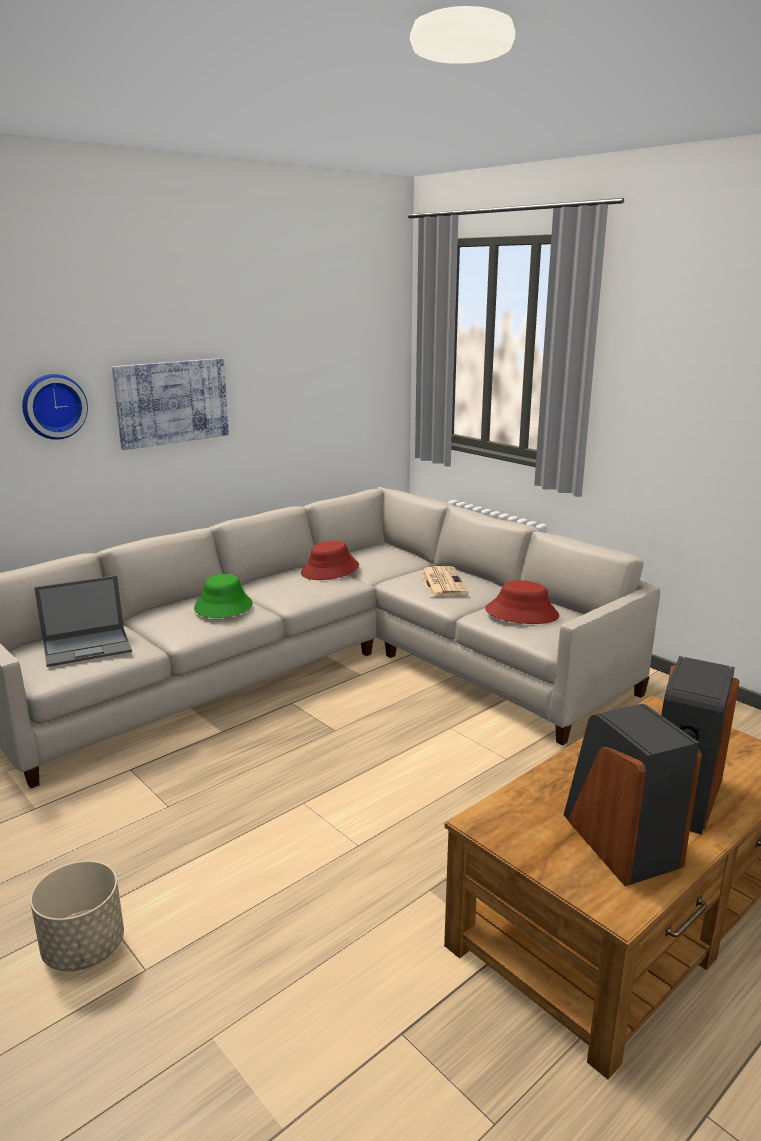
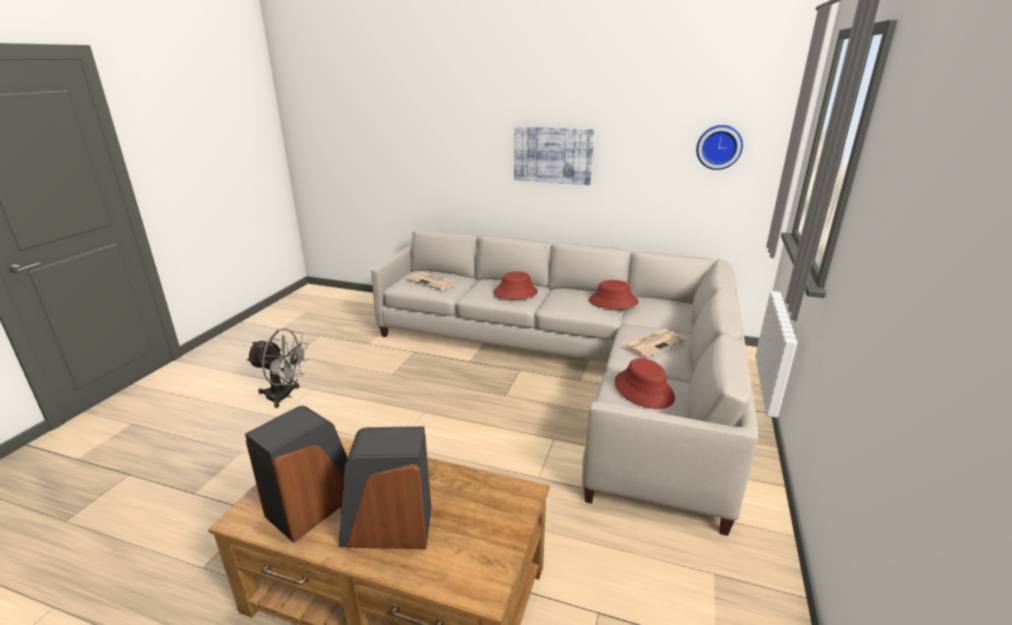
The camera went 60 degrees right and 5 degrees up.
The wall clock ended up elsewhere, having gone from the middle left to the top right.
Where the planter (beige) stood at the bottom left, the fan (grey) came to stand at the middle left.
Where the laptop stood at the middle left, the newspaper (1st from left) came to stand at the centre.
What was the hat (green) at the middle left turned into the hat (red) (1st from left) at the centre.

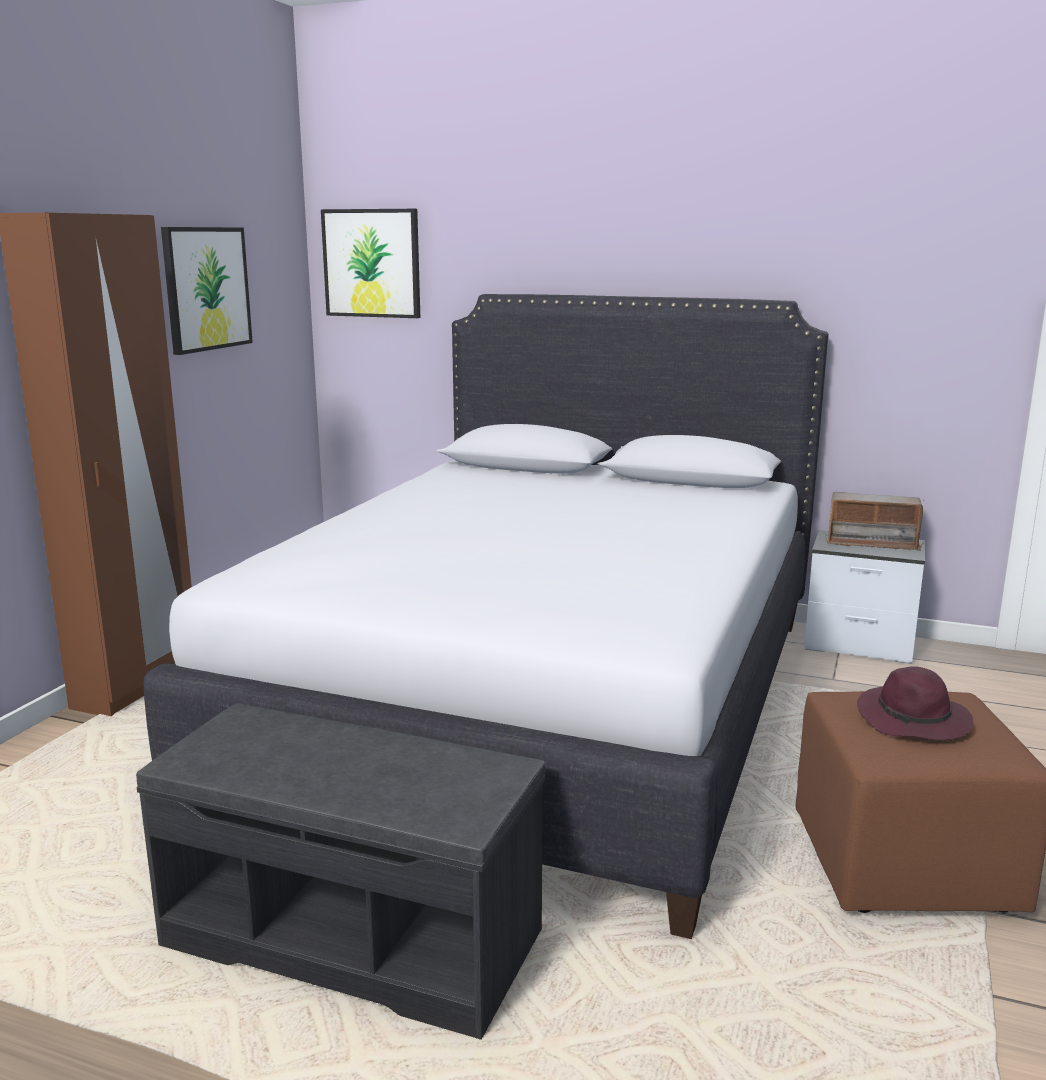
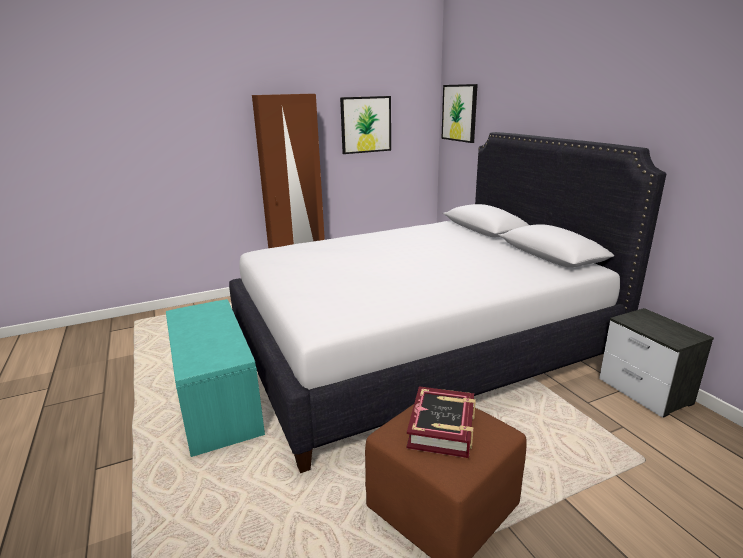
The camera went 45 degrees right and 5 degrees up.
What was the bench (grey) at the bottom left turned into the bench (turquoise) at the bottom left.
The second view lost the radio at the middle right.
Where the hat (purple) stood at the middle right, the book came to stand at the bottom centre.

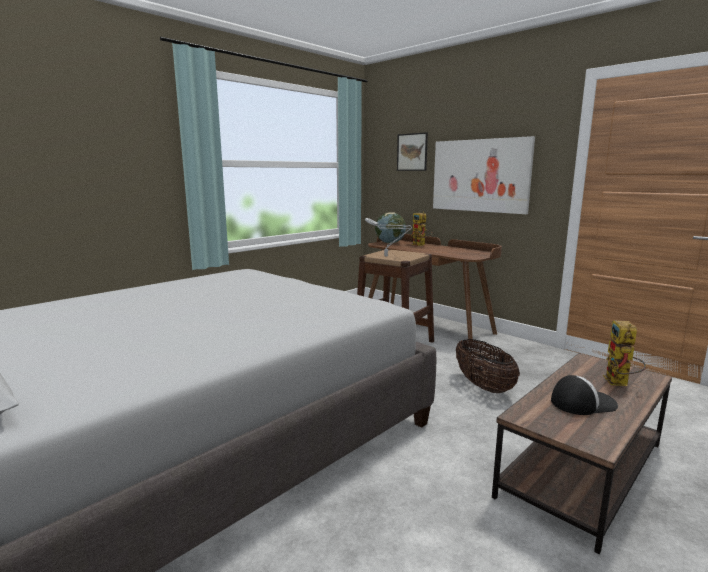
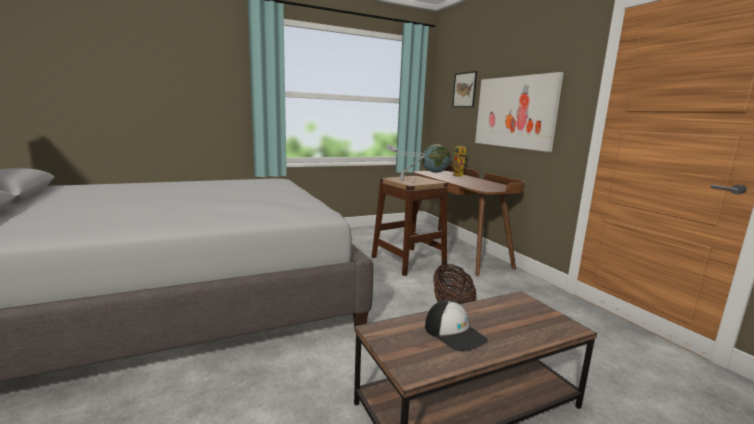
The camera went 20 degrees right and 0 degrees up.
The cap at the bottom right ended up facing another way, 45 degrees clockwise from before.
The second view lost the toy robot (2nd from left) at the middle right.

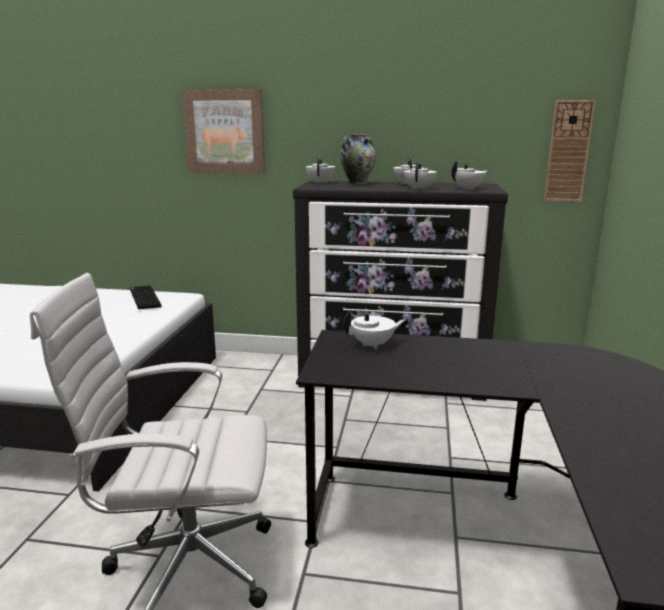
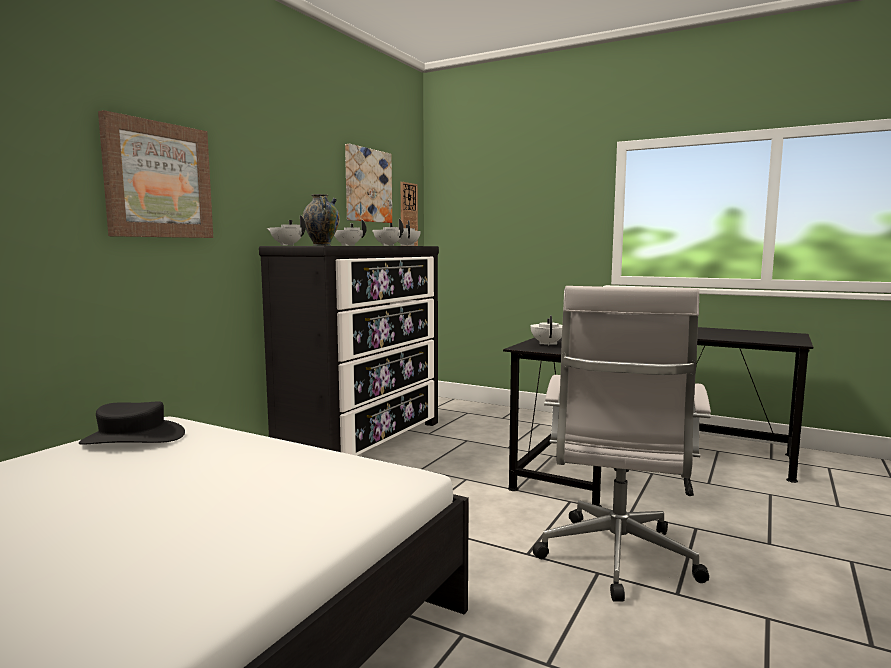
The camera went 70 degrees left and 10 degrees down.
Where the keyboard stood at the middle left, the hat (black) came to stand at the middle left.
The second view gained the picture (2nd from left) at the top centre.

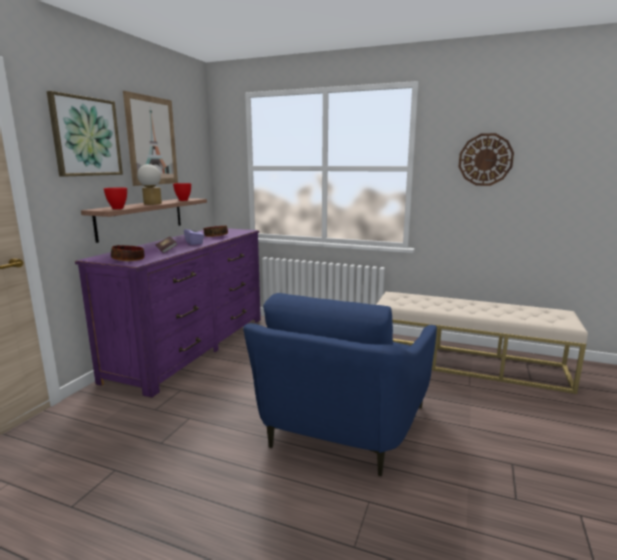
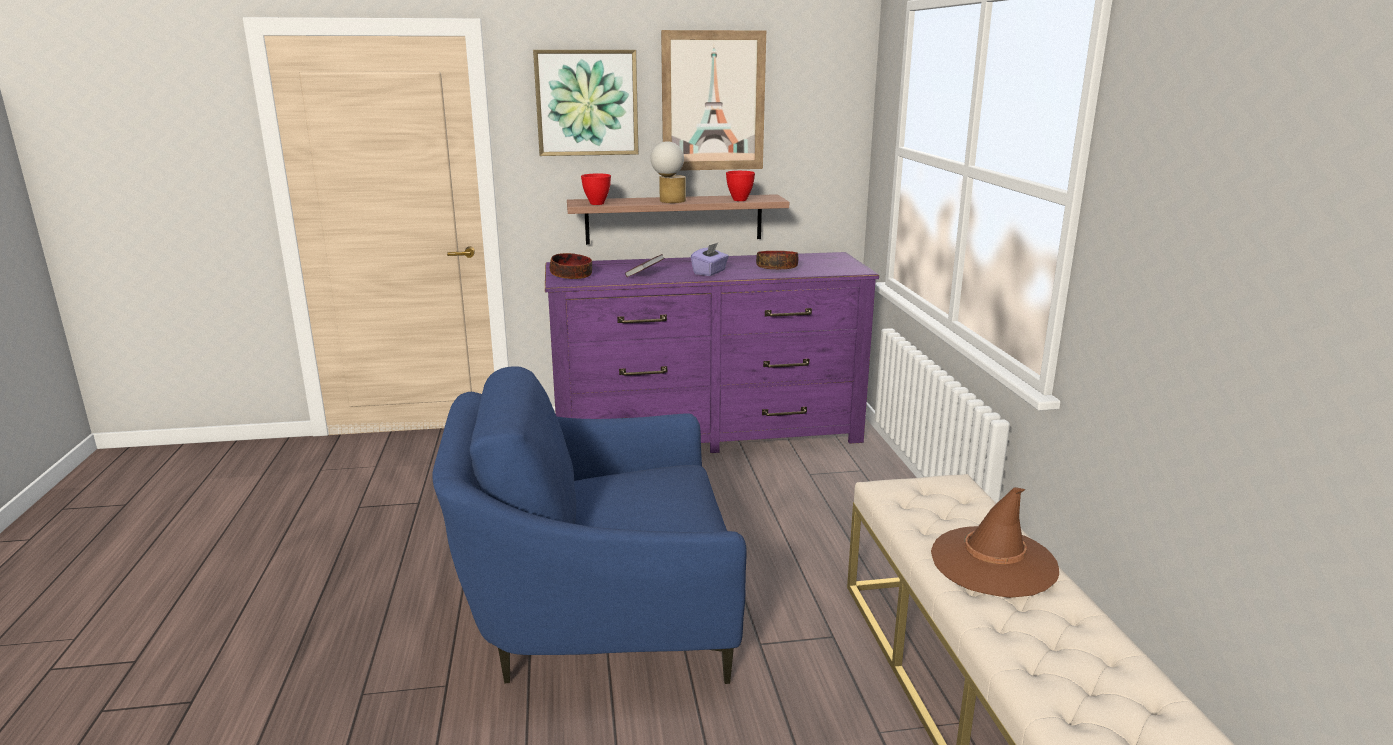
The camera went 60 degrees right and 5 degrees up.
The second view lost the wall clock at the top right.
The second view gained the hat (brown) at the bottom right.

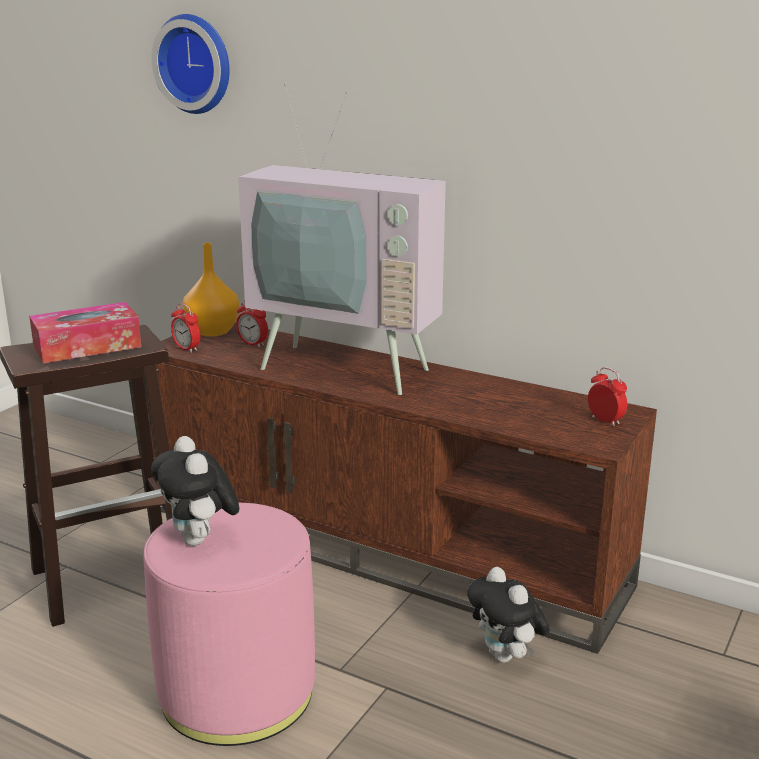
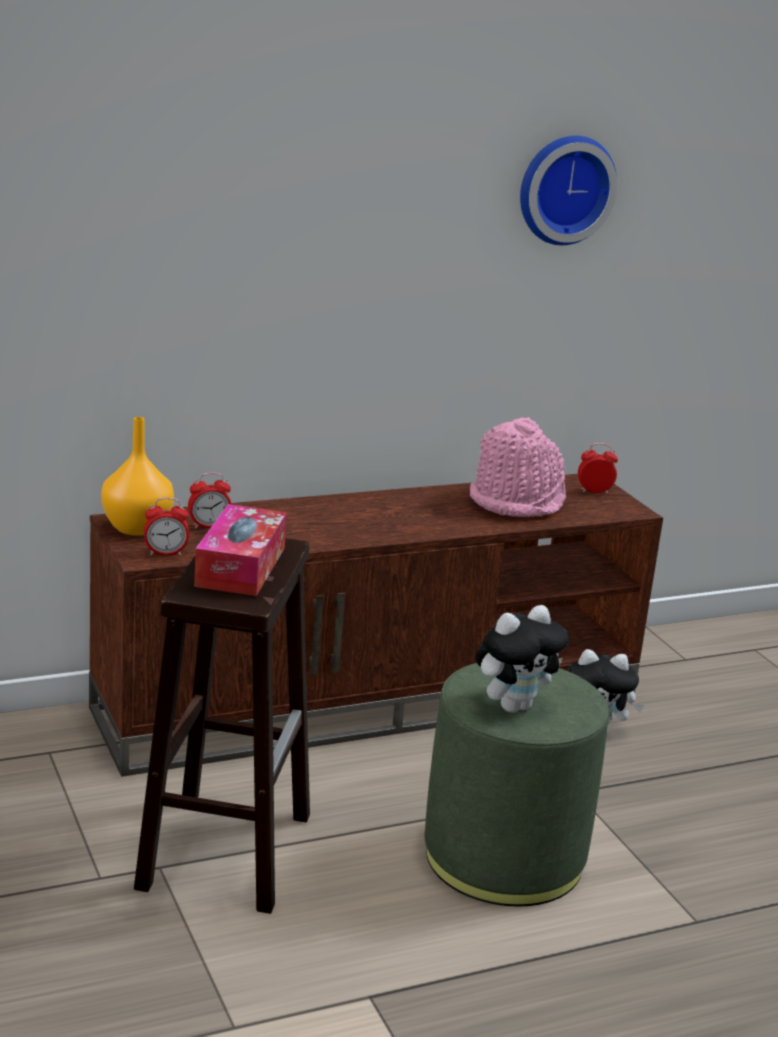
The camera went 55 degrees left and 0 degrees up.
What was the ottoman (pink) at the bottom left turned into the ottoman (green) at the bottom centre.
The wall clock ended up elsewhere, having gone from the top left to the top right.
The plush toy (1st from left) at the middle left ended up facing another way, 45 degrees counterclockwise from before.
The second view lost the television at the top centre.
The second view gained the hat (pink) at the centre.

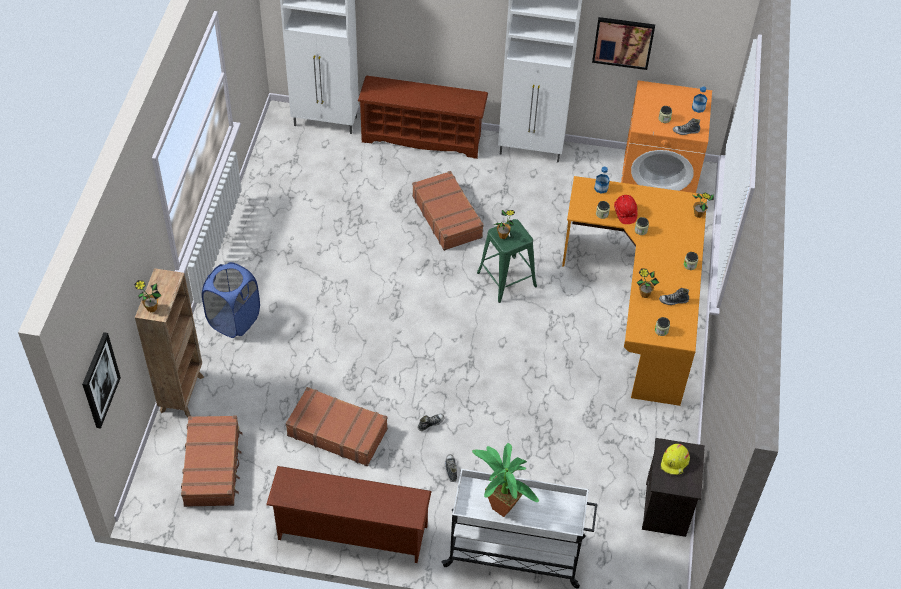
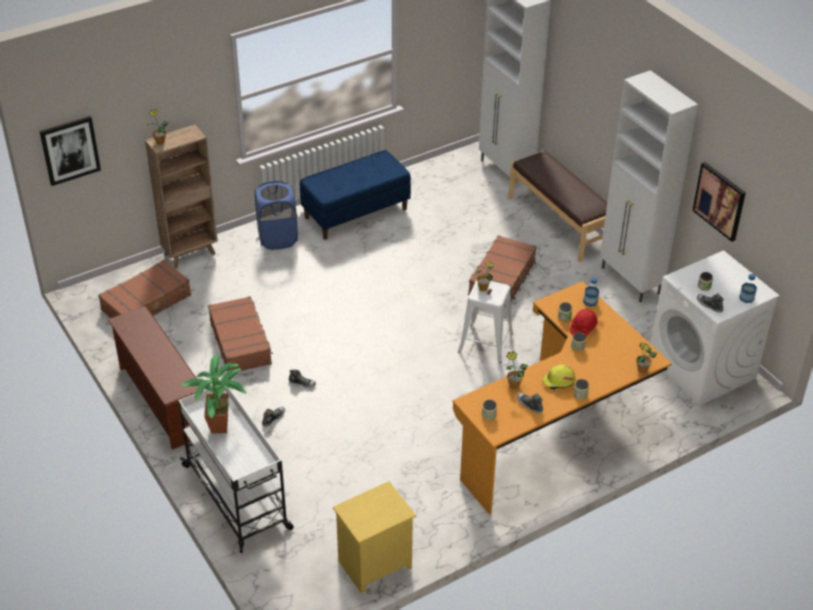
The camera went 50 degrees right and 10 degrees down.
Where the shoe rack (brown) (2nd from left) stood at the top centre, the bench (brown) came to stand at the middle right.
What was the stool (green) at the centre turned into the stool (white) at the centre.
What was the washing machine (orange) at the top right turned into the washing machine (white) at the middle right.
What was the nightstand (black) at the bottom right turned into the nightstand (yellow) at the bottom centre.
The hard hat (yellow) ended up elsewhere, having gone from the bottom right to the middle right.
The second view gained the bench (blue) at the top centre.

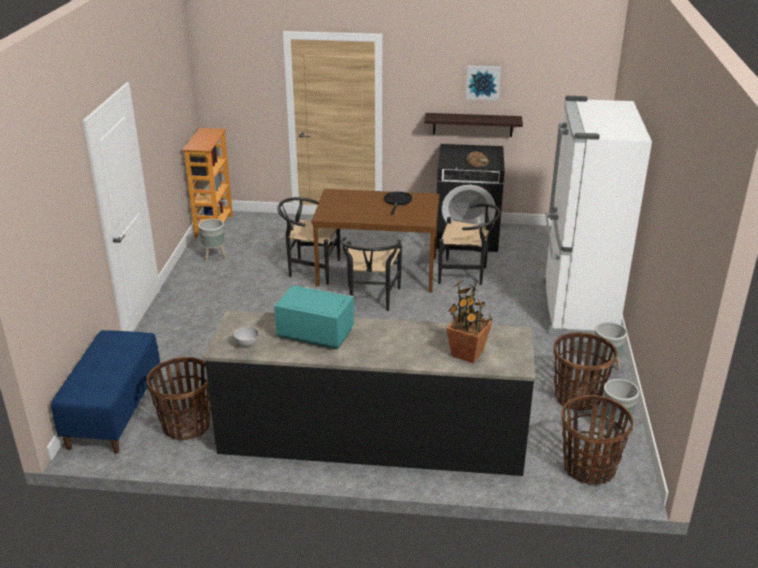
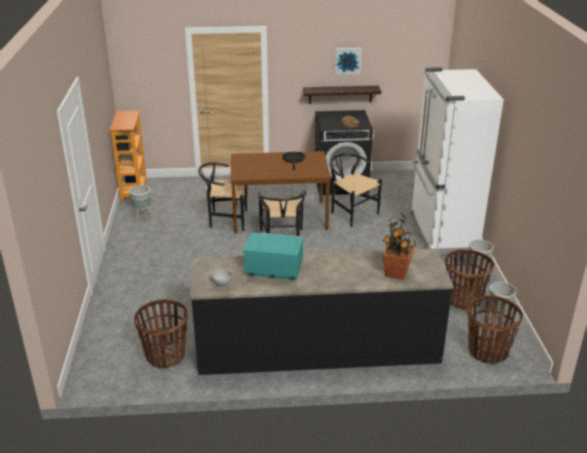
The camera went 10 degrees left and 0 degrees up.
The second view lost the bench (blue) at the bottom left.
The chair (black) (3rd from left) at the centre ended up facing another way, 135 degrees counterclockwise from before.

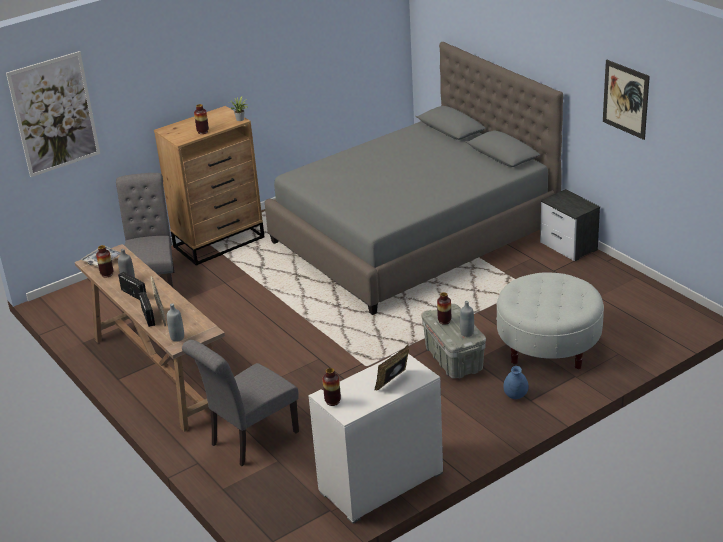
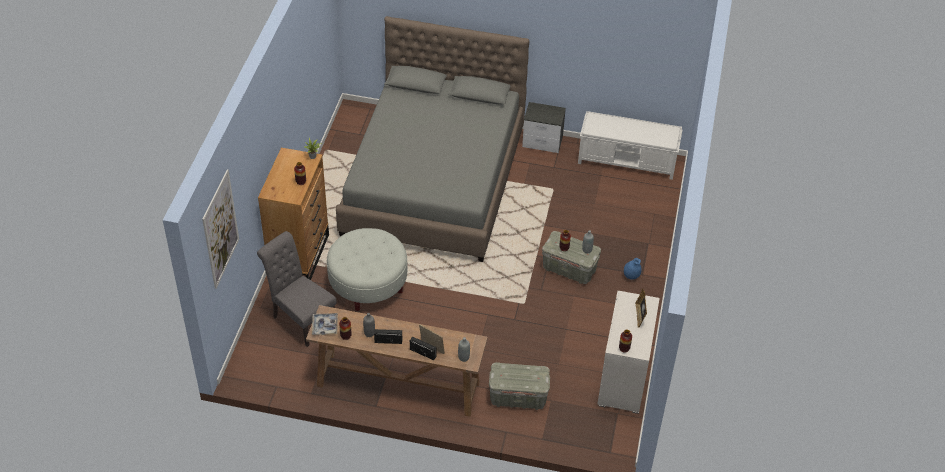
The camera went 45 degrees left and 15 degrees up.
Where the chair (grey) (2nd from left) stood at the bottom left, the storage box (grey) (1st from left) came to stand at the bottom centre.
The ottoman (white) ended up elsewhere, having gone from the middle right to the centre.
The second view lost the picture (2nd from left) at the top right.
The second view gained the bench (white) at the top right.

